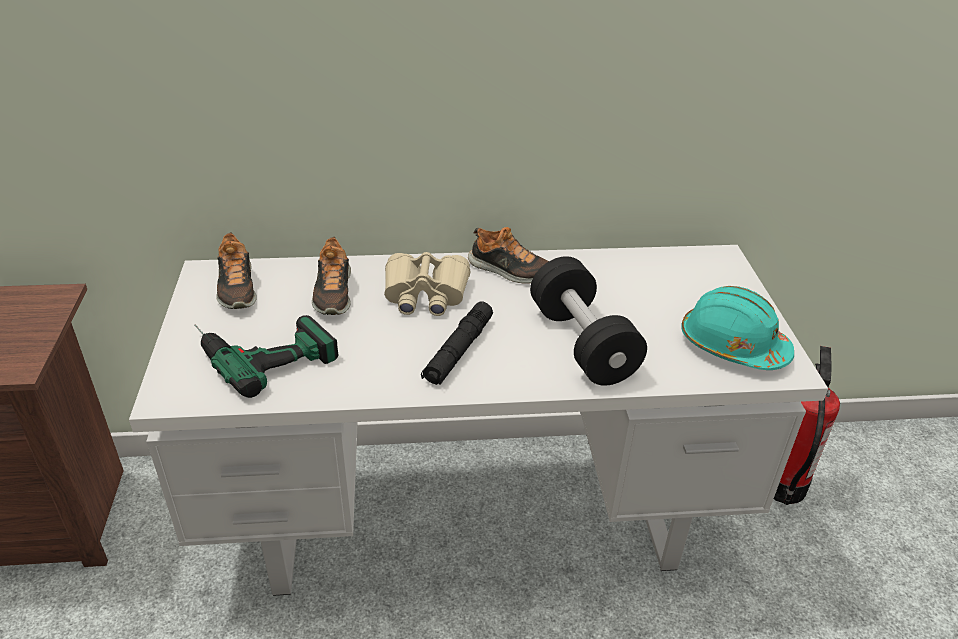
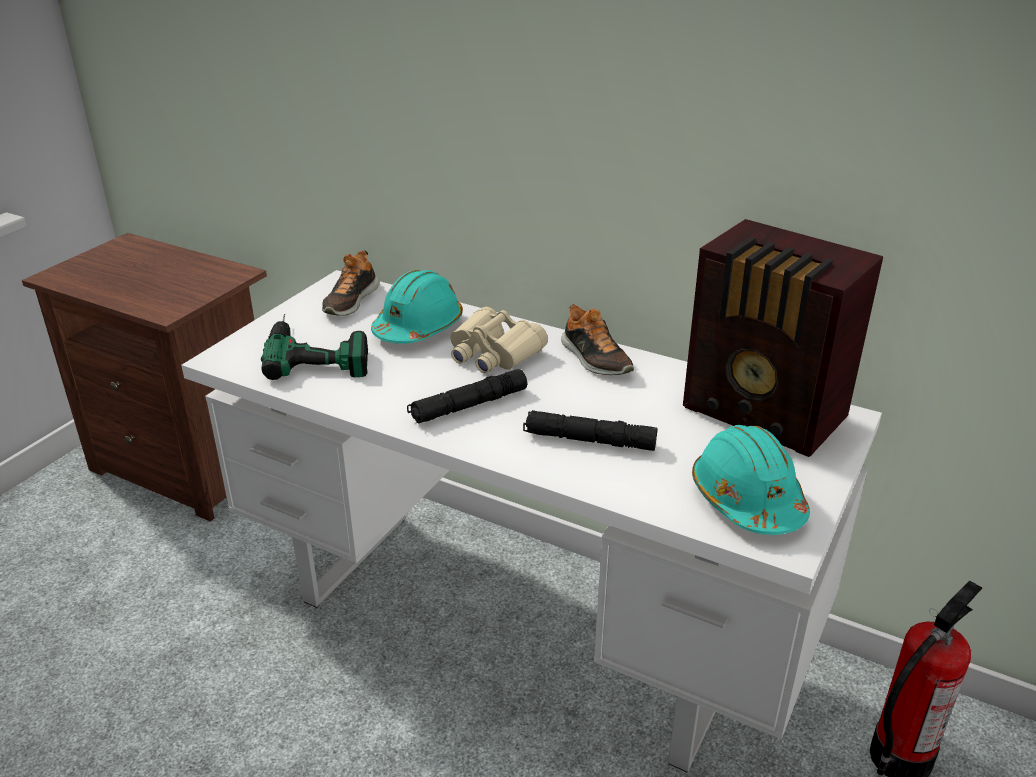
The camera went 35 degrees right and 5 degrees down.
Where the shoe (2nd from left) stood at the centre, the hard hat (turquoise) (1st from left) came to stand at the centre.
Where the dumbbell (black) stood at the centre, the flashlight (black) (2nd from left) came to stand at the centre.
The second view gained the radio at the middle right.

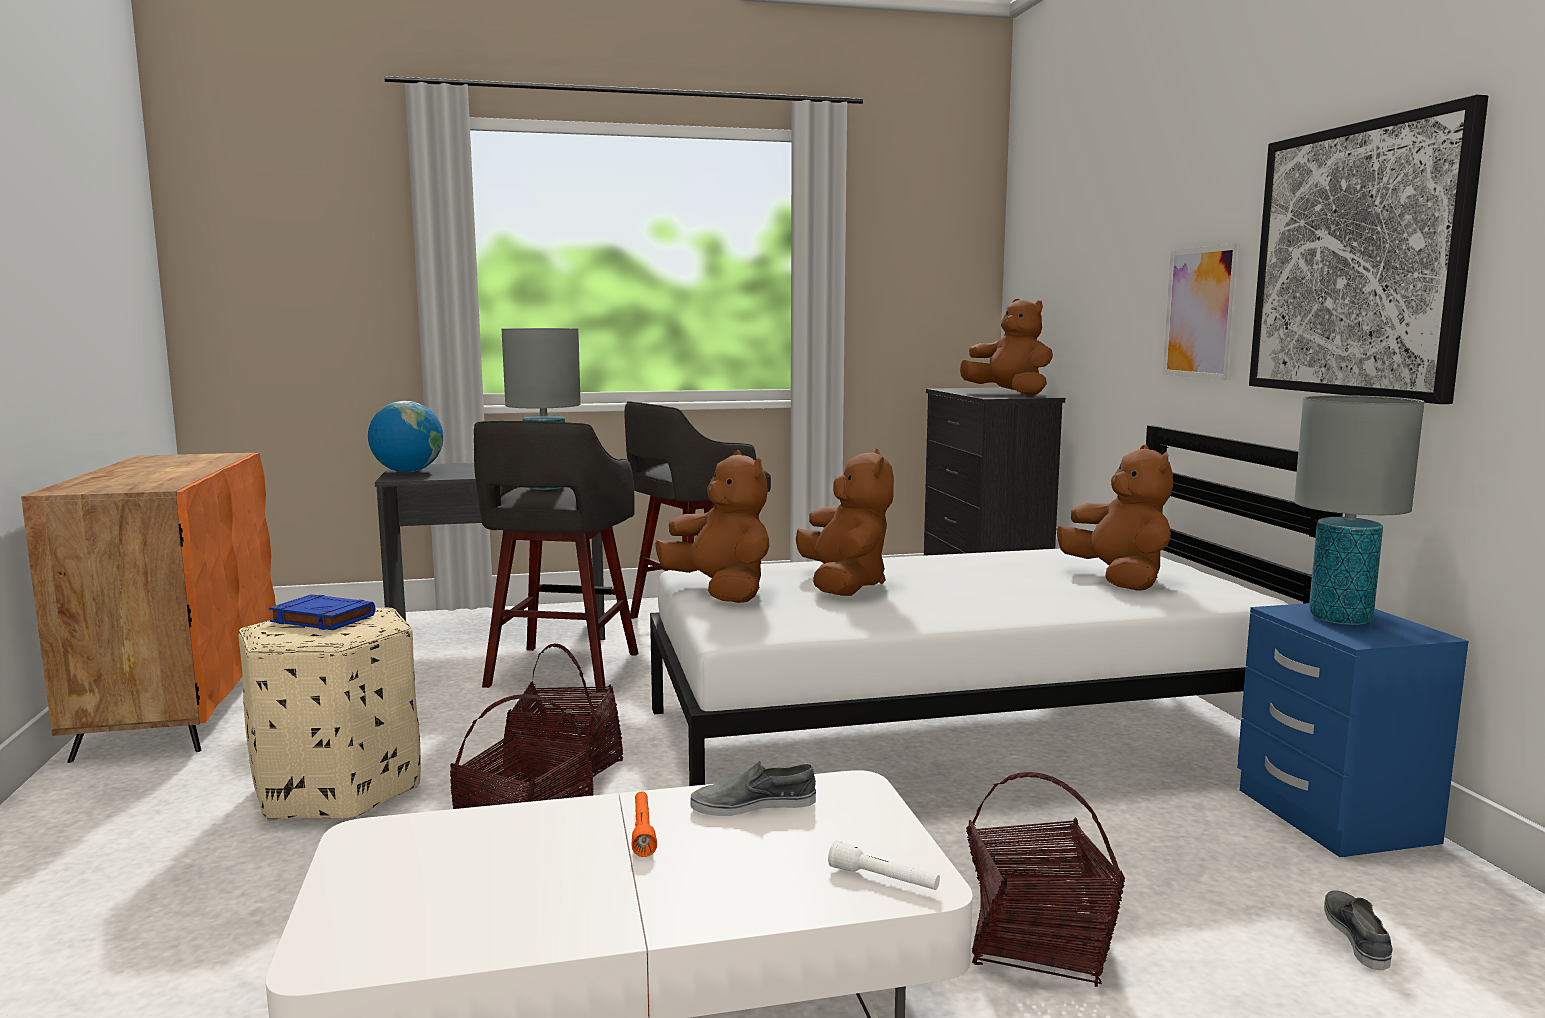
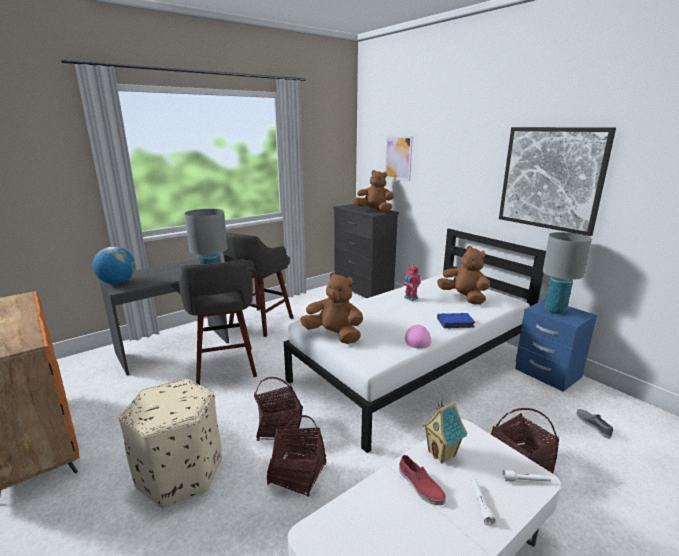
The camera went 25 degrees left and 10 degrees up.
The book (blue) ended up elsewhere, having gone from the middle left to the middle right.
Where the flashlight (orange) stood at the bottom centre, the shoe (red) came to stand at the bottom centre.
Where the shoe (grey) (1st from left) stood at the bottom centre, the toy house came to stand at the bottom centre.
The second view lost the plush toy (brown) (2nd from left) at the centre.
The picture (1st from left) ended up elsewhere, having gone from the top right to the top centre.
The second view gained the toy robot at the centre.
The second view gained the cap (pink) at the centre.
The second view gained the flashlight (white) (1st from left) at the bottom right.

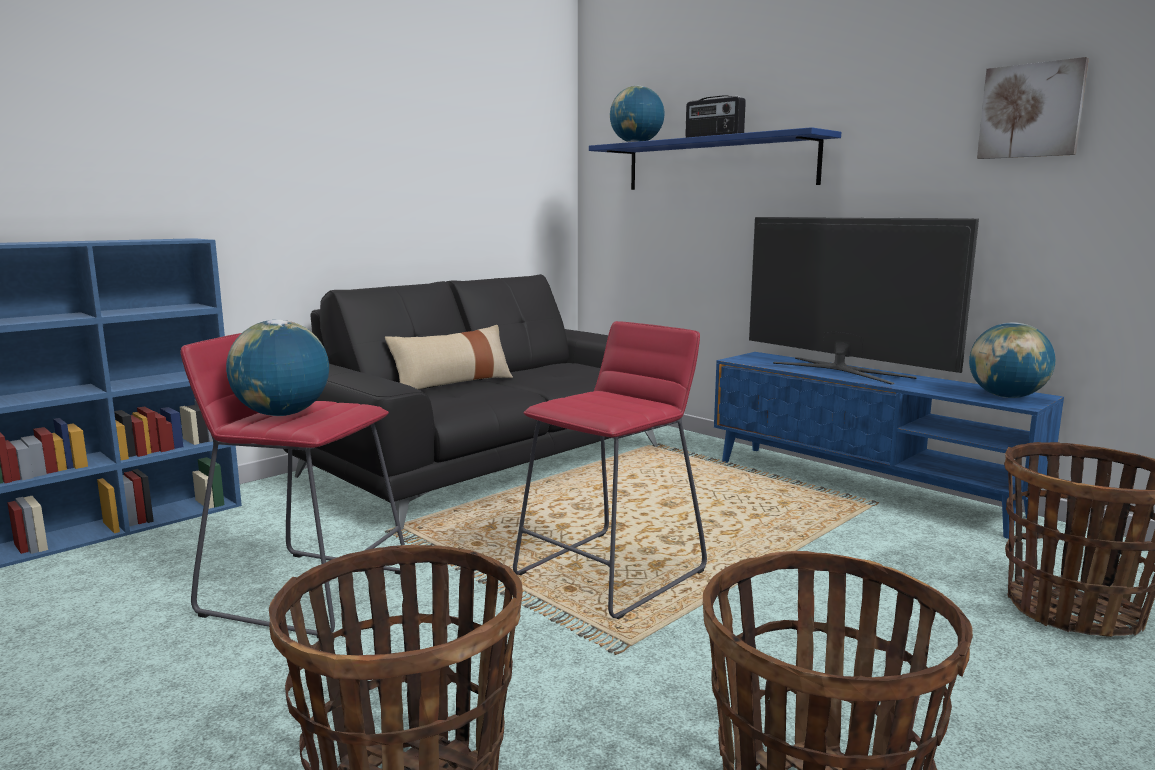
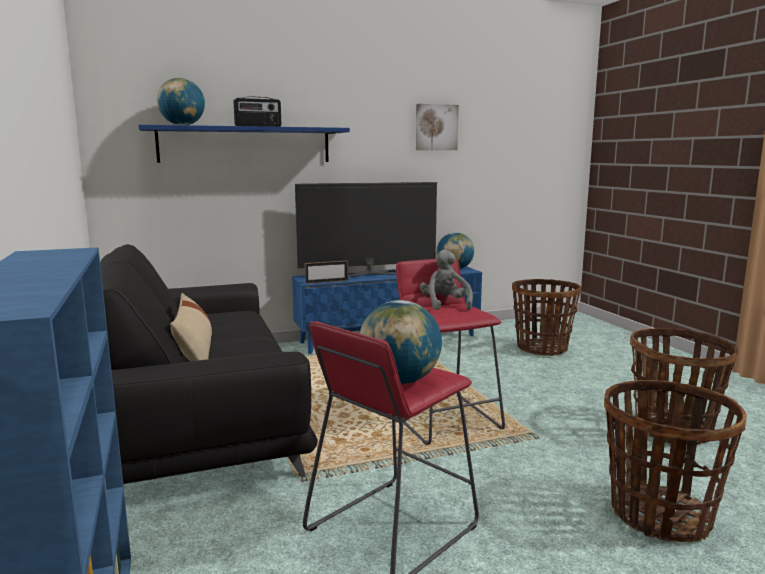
The camera went 65 degrees left and 0 degrees up.
The second view gained the picture frame at the centre.
The second view gained the plush toy (grey) at the centre.

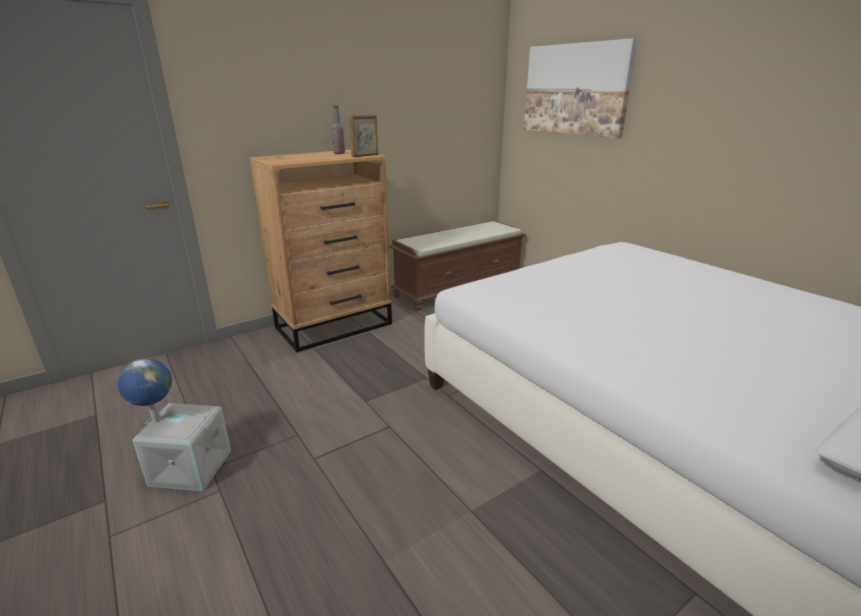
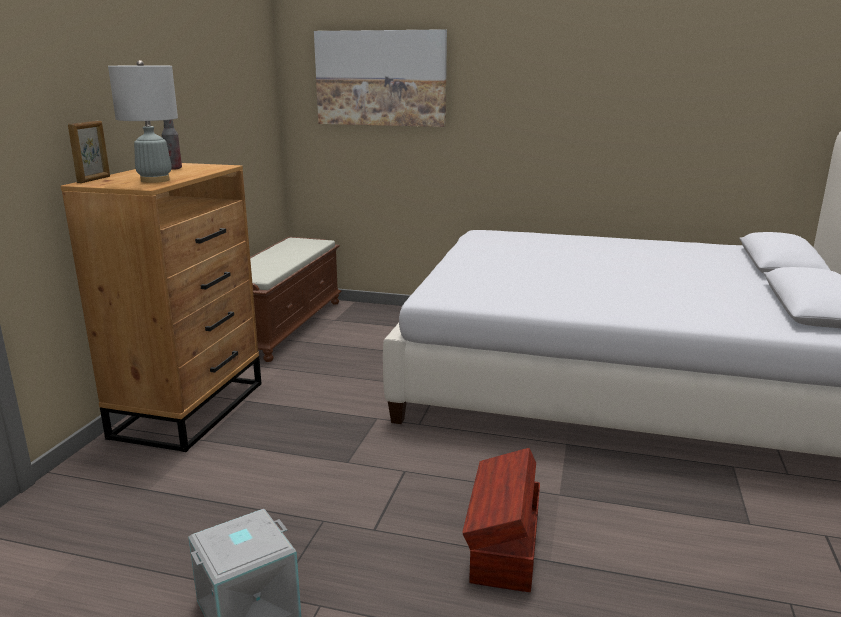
The camera went 40 degrees left and 5 degrees down.
The second view lost the globe at the middle left.
The picture frame ended up elsewhere, having gone from the top centre to the top left.
The second view gained the table lamp (grey) at the top left.
The second view gained the storage box (brown) at the bottom centre.

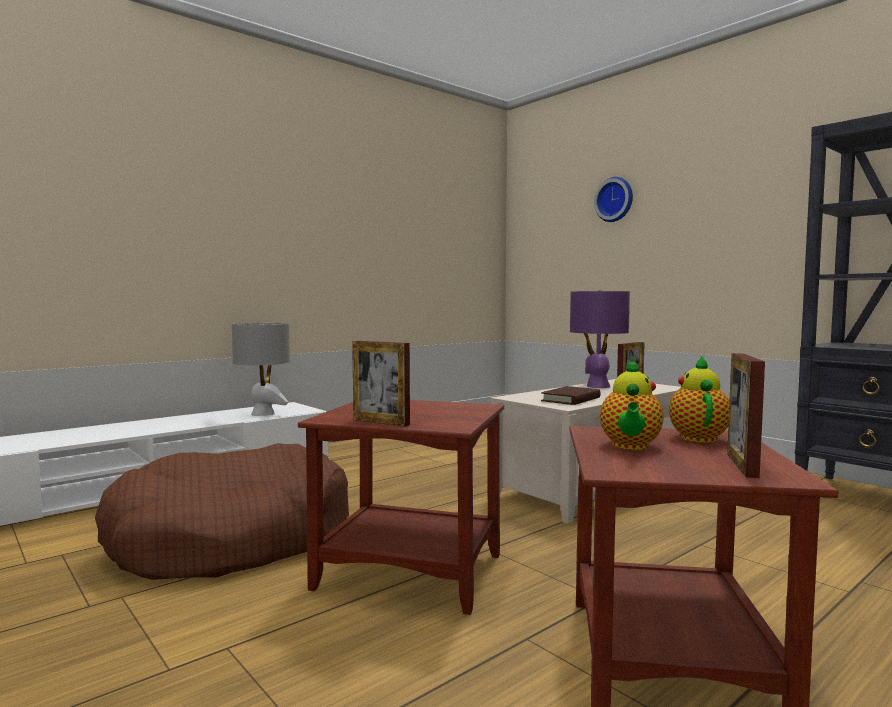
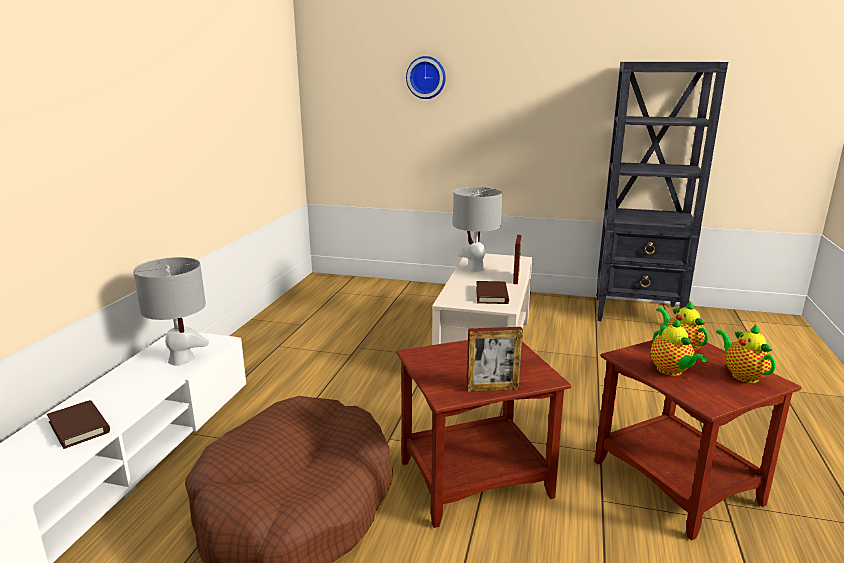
The camera went 35 degrees left and 15 degrees up.
What was the table lamp (purple) at the middle right turned into the table lamp (grey) (2nd from left) at the centre.
Where the picture frame (3rd from left) stood at the middle right, the teapot (3rd from left) came to stand at the middle right.
The second view gained the book (brown) (1st from left) at the bottom left.

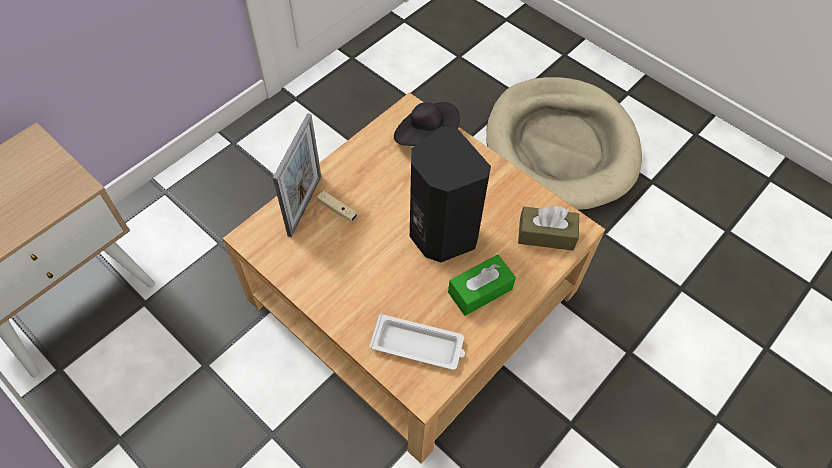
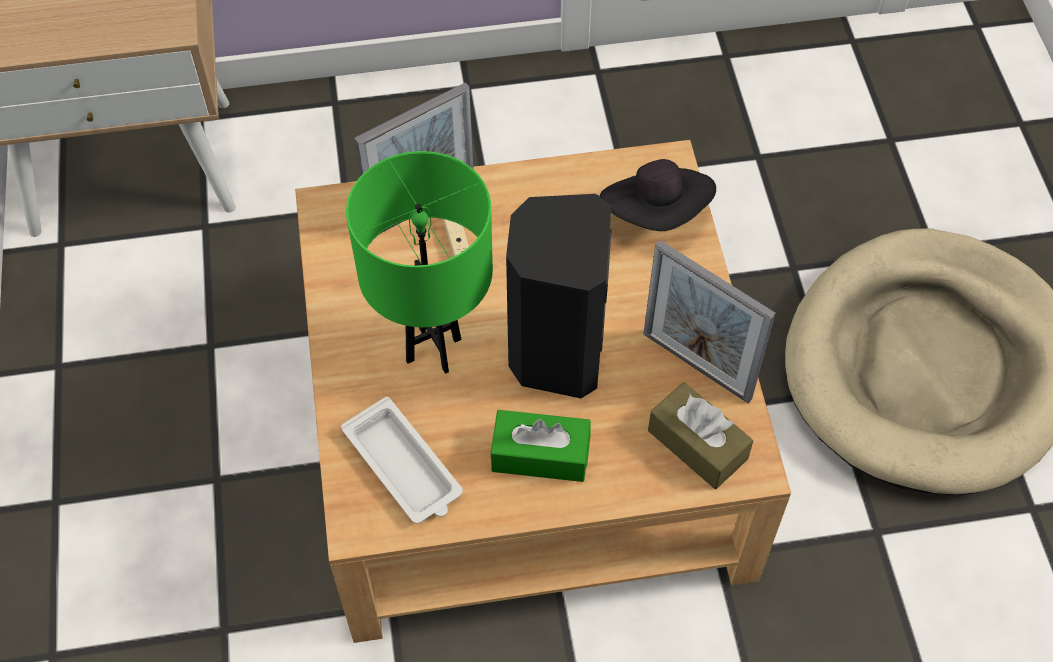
The camera went 40 degrees right and 0 degrees up.
The second view gained the table lamp (green) at the centre.
The second view gained the picture frame (2nd from left) at the middle right.

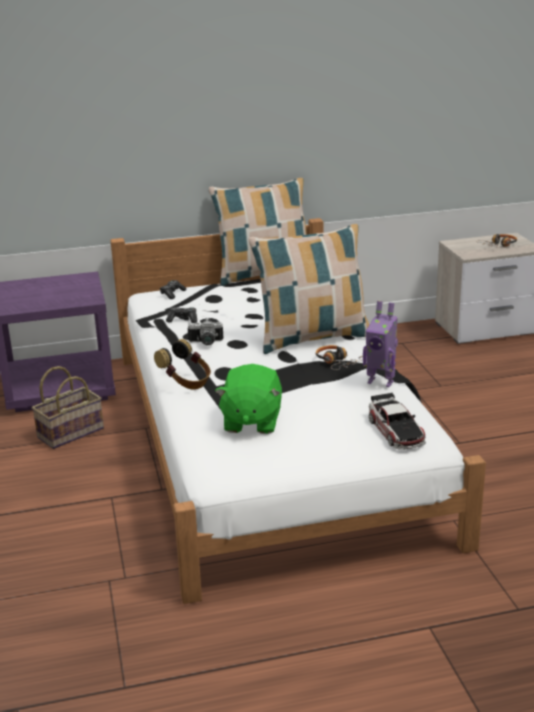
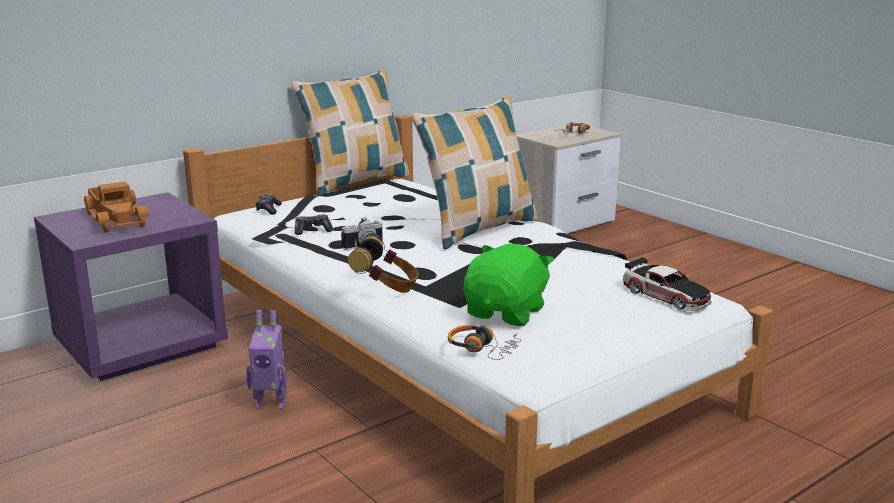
The camera went 25 degrees left and 5 degrees down.
The second view lost the basket at the middle left.
The plush toy (green) at the centre ended up facing another way, 135 degrees counterclockwise from before.
The headphones (2nd from left) ended up elsewhere, having gone from the centre to the bottom centre.
The toy robot ended up elsewhere, having gone from the middle right to the bottom left.
The second view gained the toy truck at the middle left.

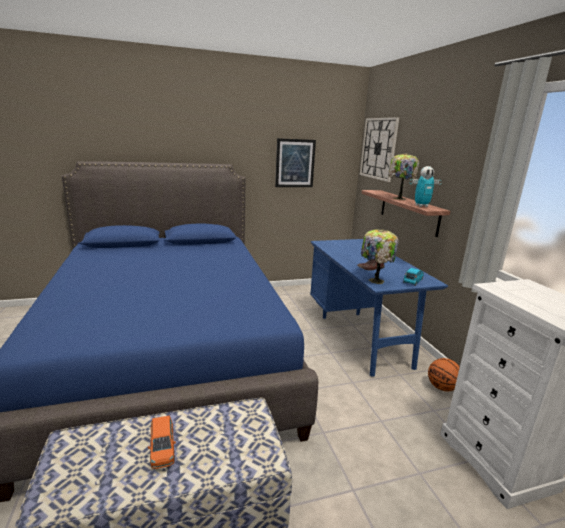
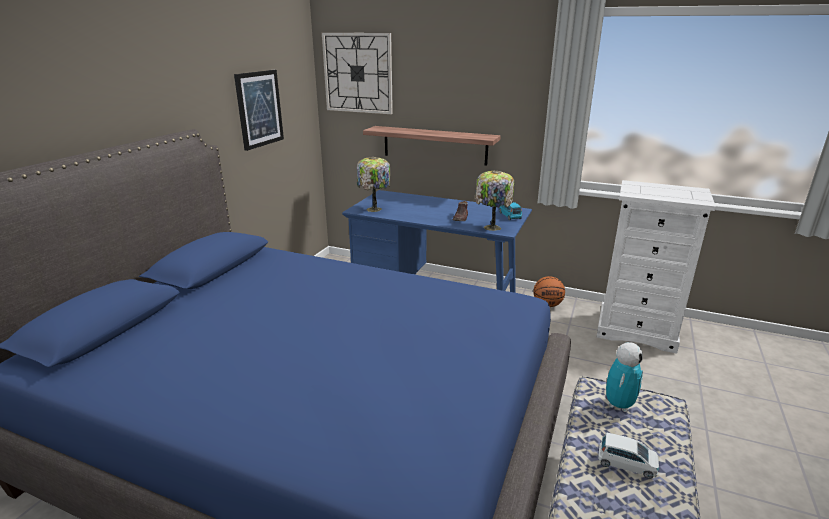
The camera went 50 degrees left and 5 degrees up.
What was the toy car (orange) at the bottom left turned into the toy car (white) at the bottom right.
The table lamp (2nd from left in the first image) ended up elsewhere, having gone from the middle right to the centre.
The toy robot ended up elsewhere, having gone from the middle right to the bottom right.

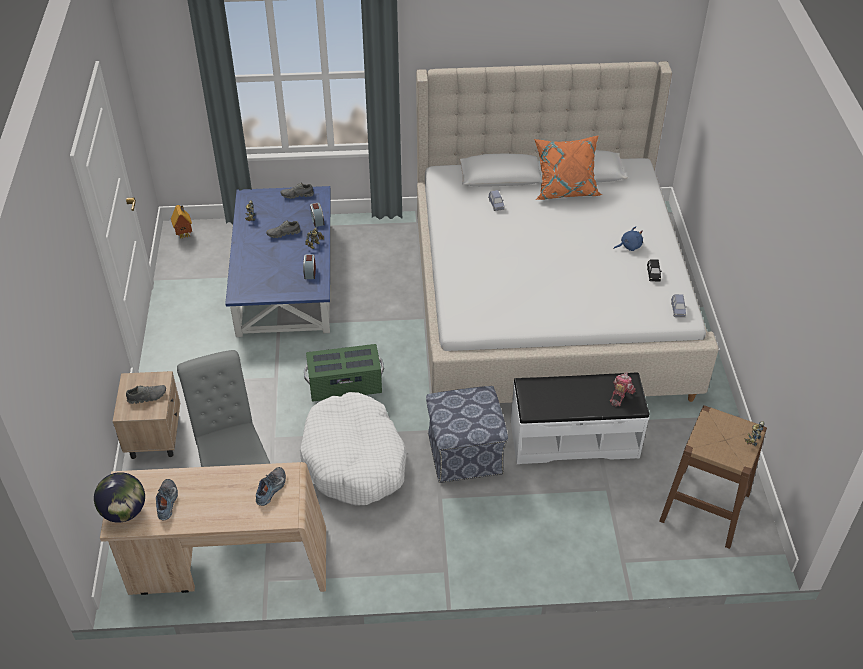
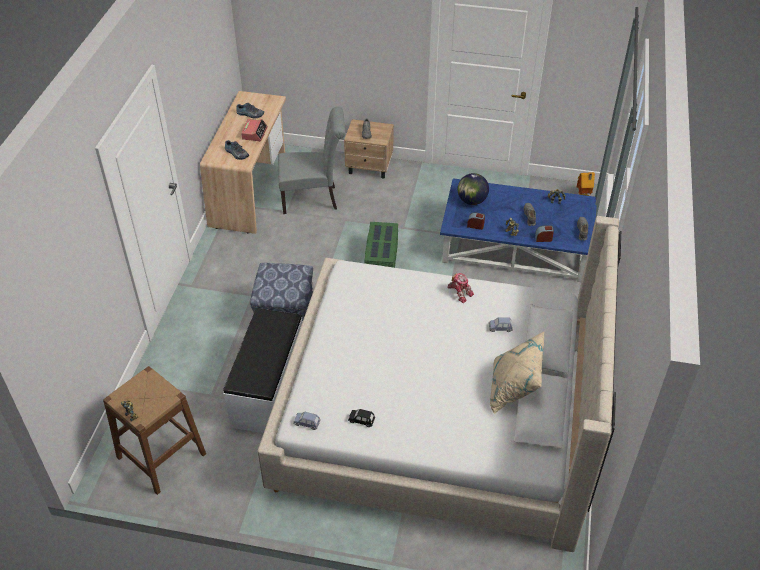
The camera went 105 degrees right and 0 degrees up.
The globe ended up elsewhere, having gone from the bottom left to the top centre.
The second view lost the dog bed (white) at the bottom centre.
What was the pillow (orange) at the top centre turned into the pillow (beige) at the middle right.
The toy robot (3rd from left in the first image) ended up elsewhere, having gone from the middle right to the centre.
The second view lost the plush toy (blue) at the middle right.
The second view gained the alarm clock (1st from left) at the top centre.

